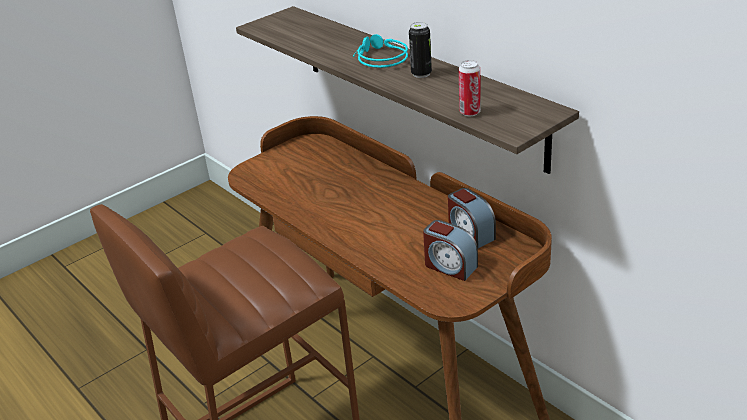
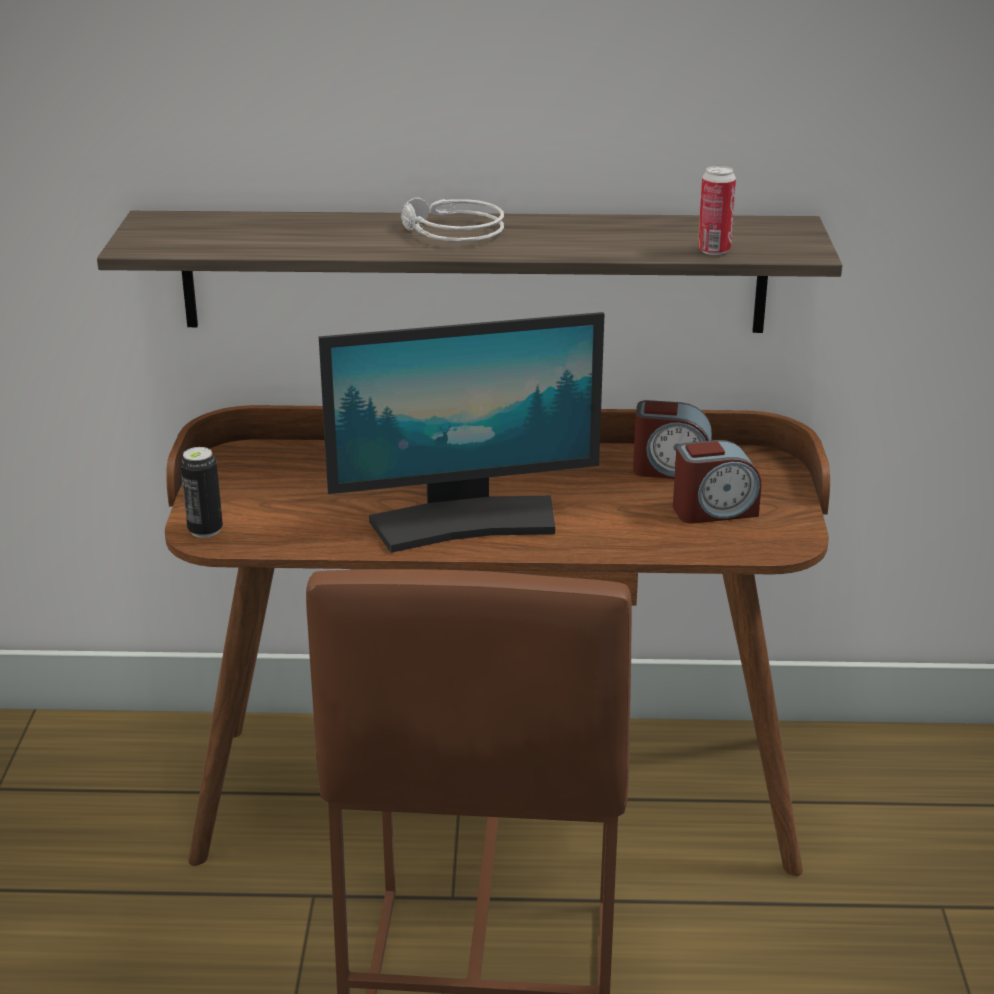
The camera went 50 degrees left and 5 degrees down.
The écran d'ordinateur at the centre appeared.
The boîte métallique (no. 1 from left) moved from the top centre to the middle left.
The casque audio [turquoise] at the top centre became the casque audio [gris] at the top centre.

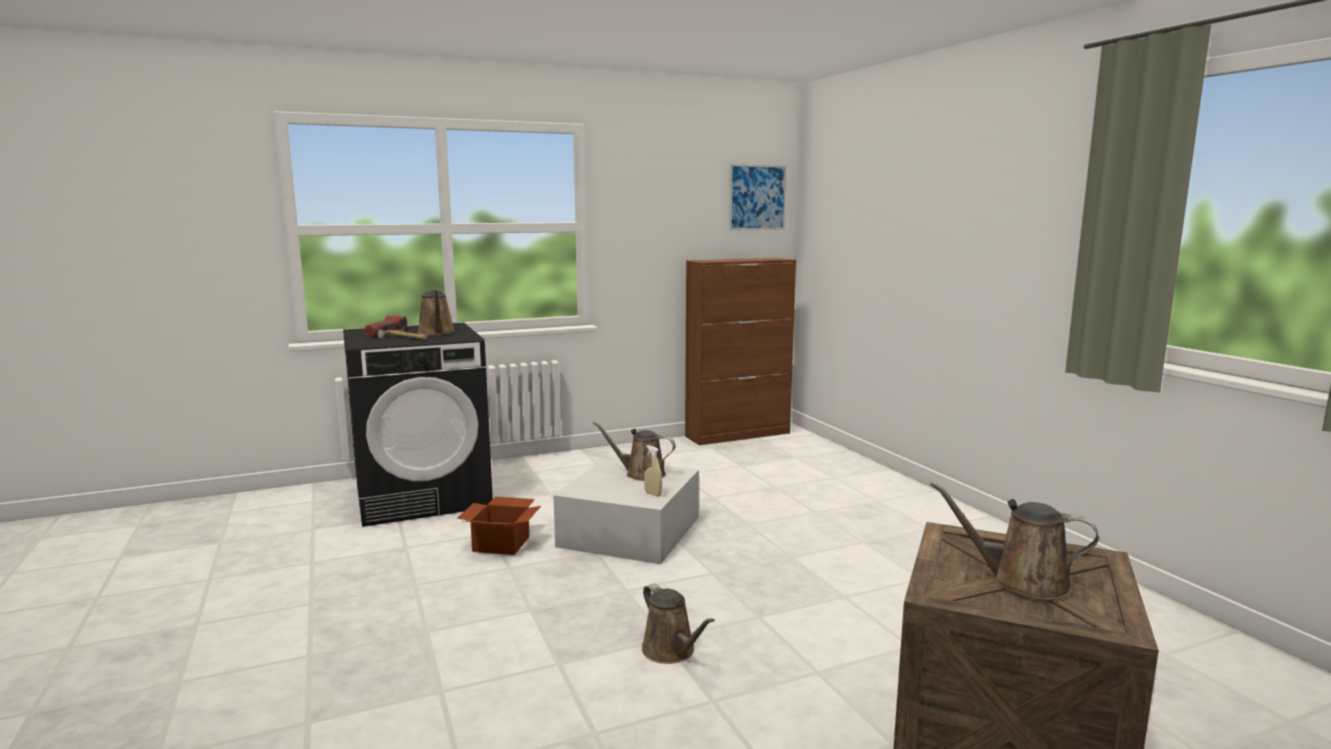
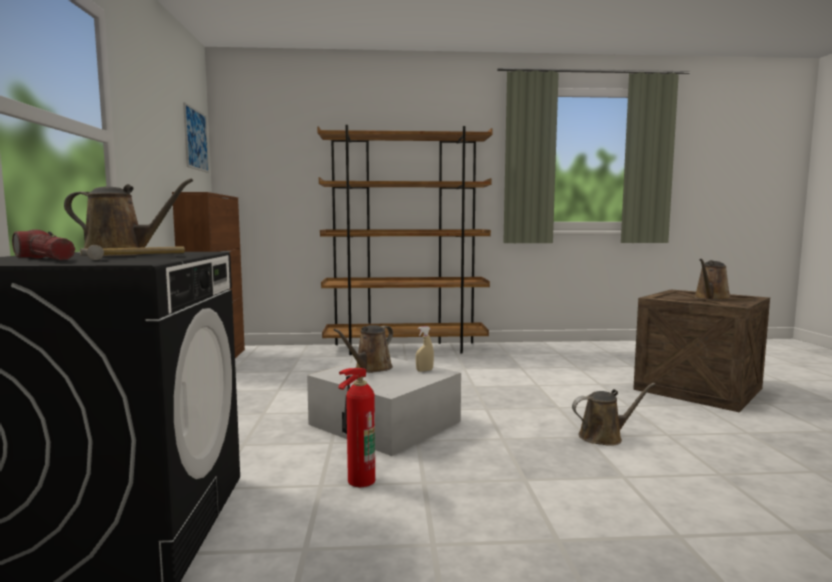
The camera went 70 degrees left and 5 degrees down.
The bibliothèque [marron] at the centre appeared.
The carton at the bottom centre was replaced by the extincteur at the bottom centre.

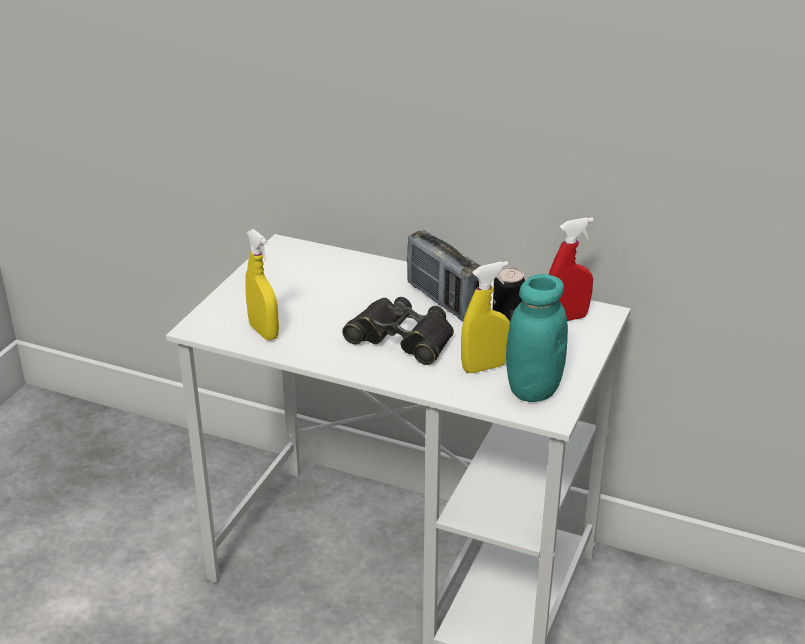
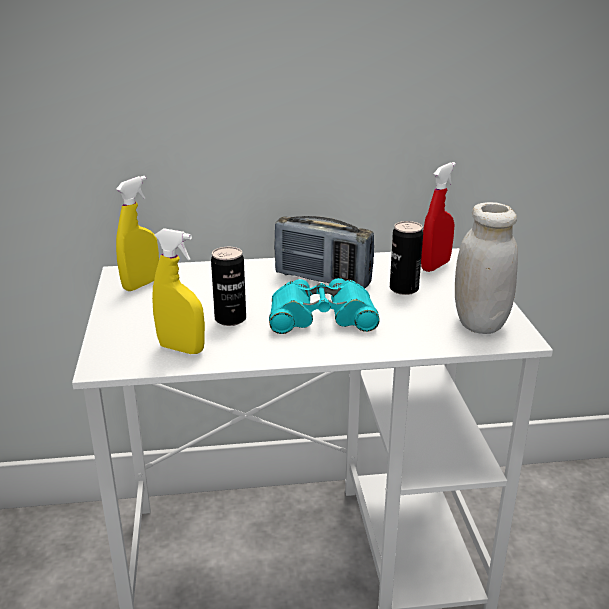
The camera went 30 degrees left and 5 degrees down.
The boîte métallique (no. 1 from left) at the centre appeared.
The vaporisateur [jaune] (no. 2 from left in the first image) moved from the centre to the middle left.
The jumelles [noir] at the centre became the jumelles [turquoise] at the centre.
The bocal [turquoise] at the middle right became the bocal [blanc] at the middle right.

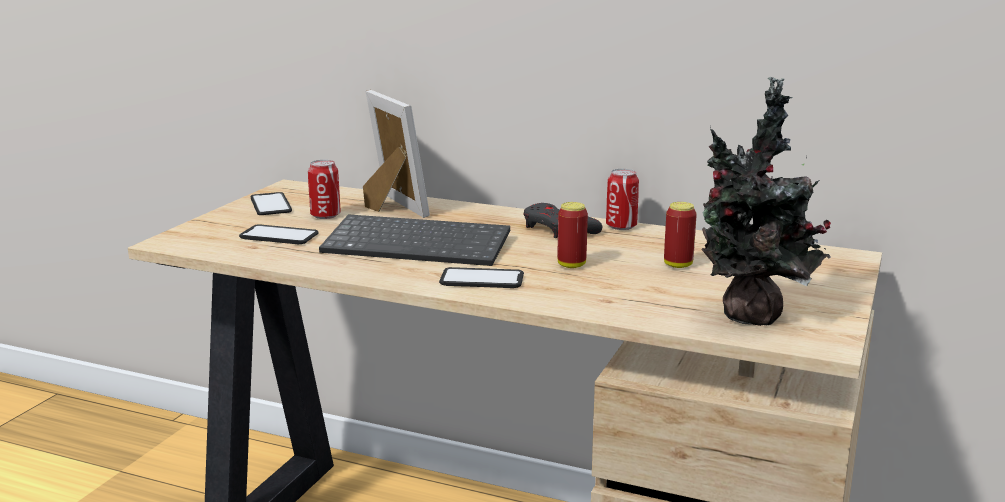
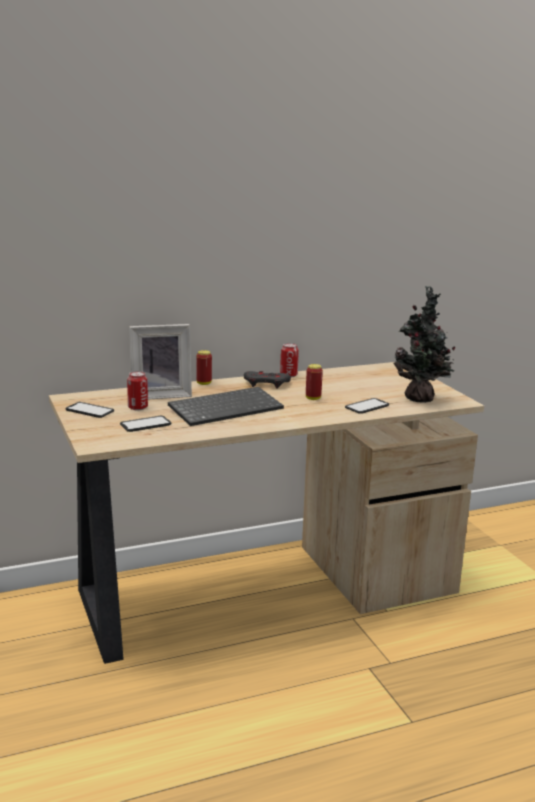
The camera went 45 degrees left and 0 degrees up.
The téléphone (no. 3 from left) moved from the centre to the middle right.
The boîte métallique (no. 4 from left in the first image) moved from the middle right to the centre.
The cadre photo at the top centre turned 150 degrees clockwise.

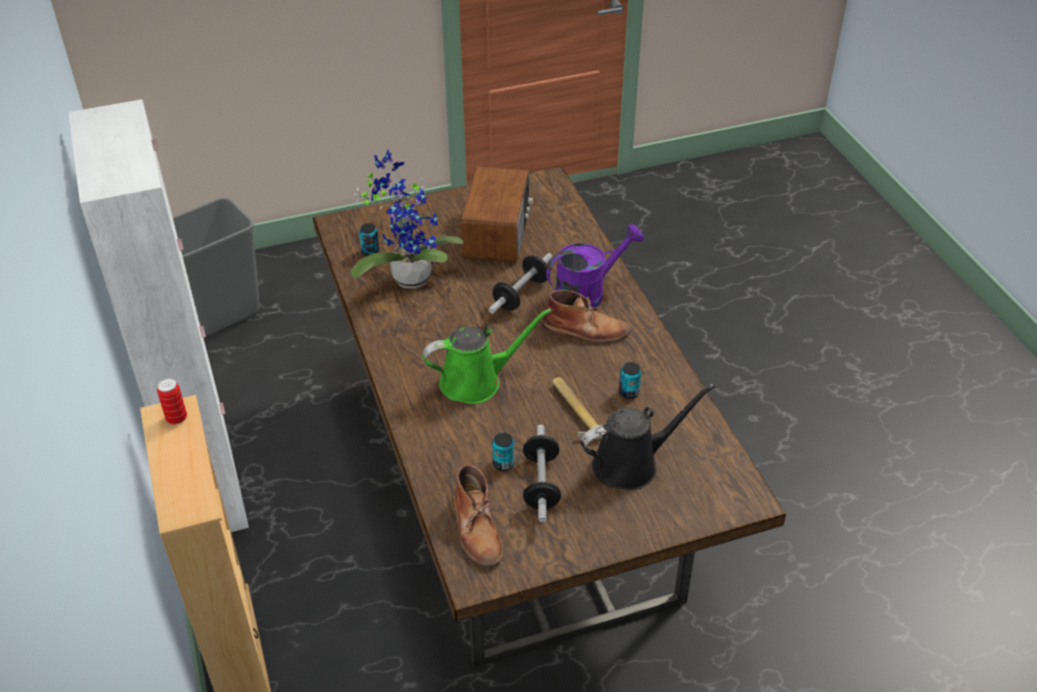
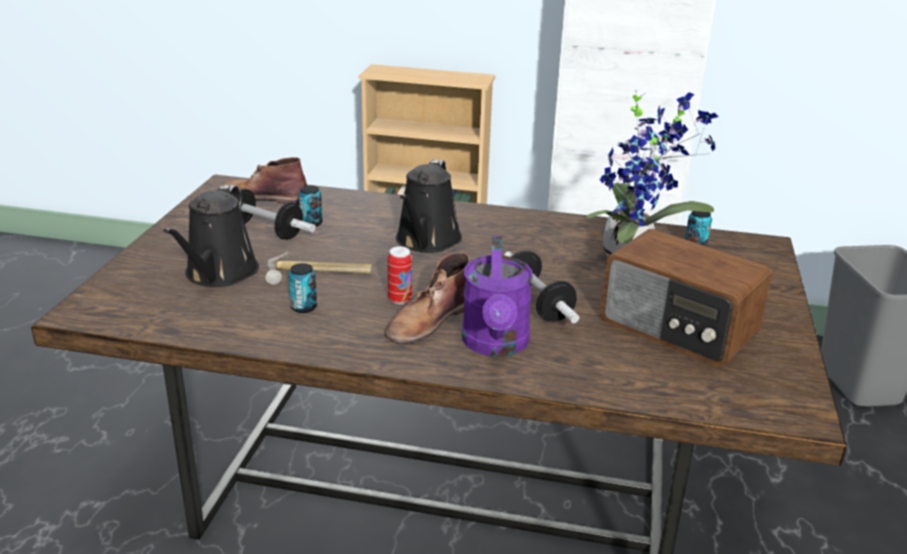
The camera went 120 degrees right and 15 degrees down.
The boîte métallique (no. 1 from left in the first image) moved from the middle left to the centre.
The arrosoir [vert] at the centre became the arrosoir [noir] (no. 2 from left) at the centre.

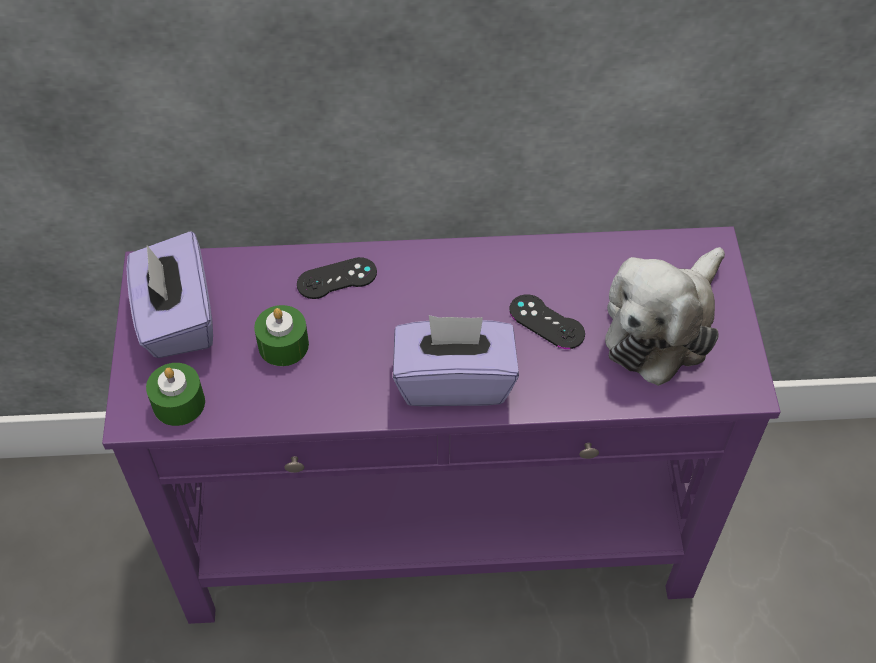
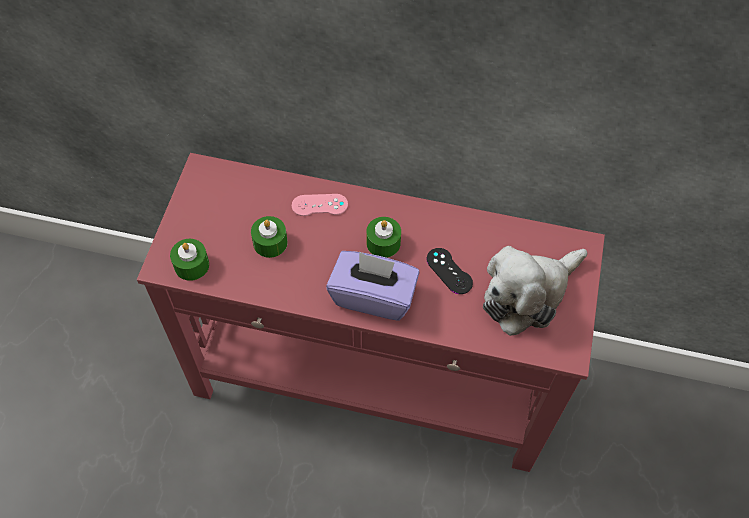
The camera went 15 degrees right and 5 degrees up.
The boîte à mouchoirs [violet] (no. 1 from left) at the middle left disappeared.
The bougie [vert] (no. 3 from left) at the centre appeared.
The table console [violet] at the centre became the table console [rouge] at the centre.
The manette [noir] (no. 1 from left) at the centre became the manette [rose] at the centre.

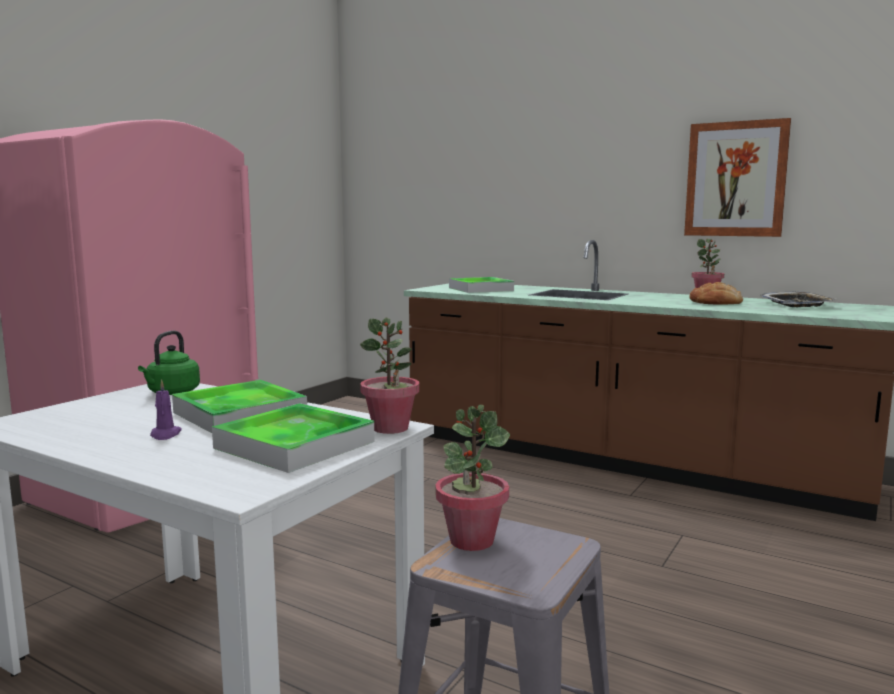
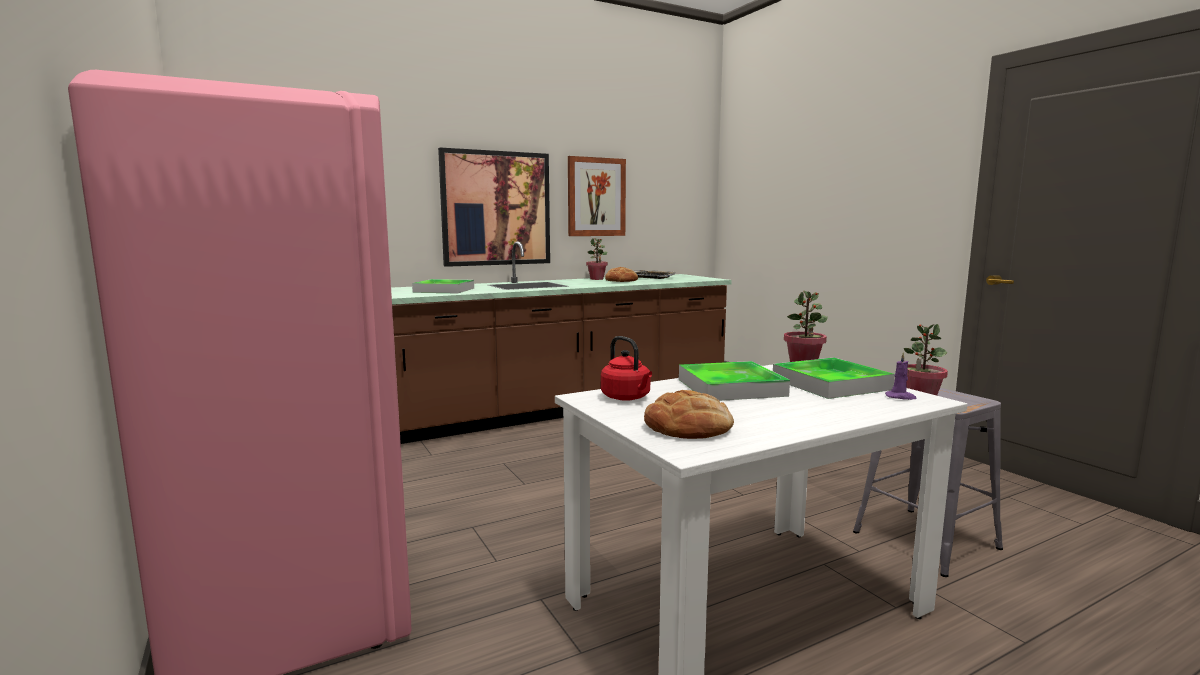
The camera went 60 degrees left and 0 degrees up.
The tableau (no. 1 from left) at the top centre appeared.
The pain (no. 2 from left) at the centre appeared.
The bougie [violet] moved from the middle left to the middle right.
The bouilloire [vert] at the middle left became the bouilloire [rouge] at the centre.

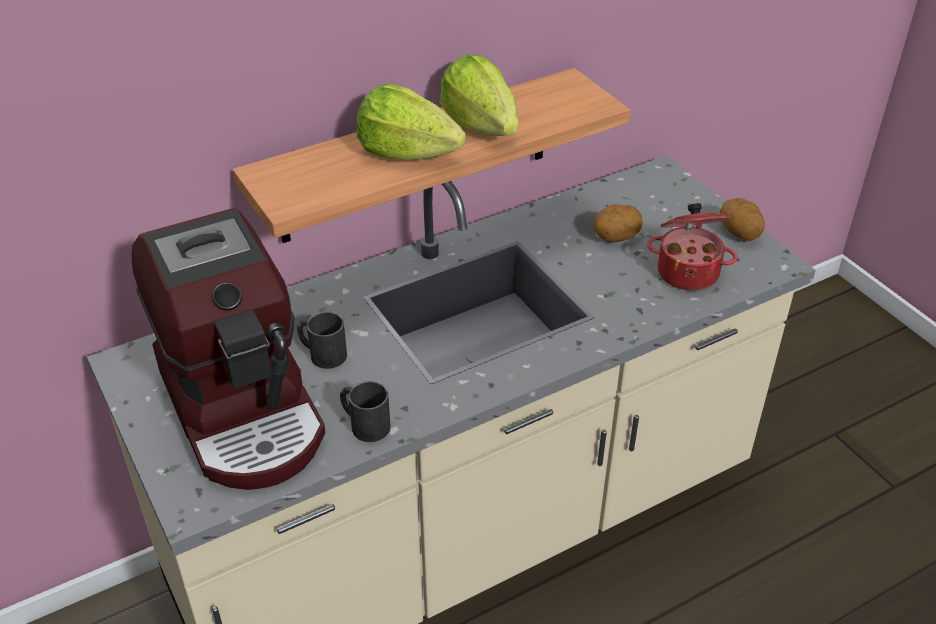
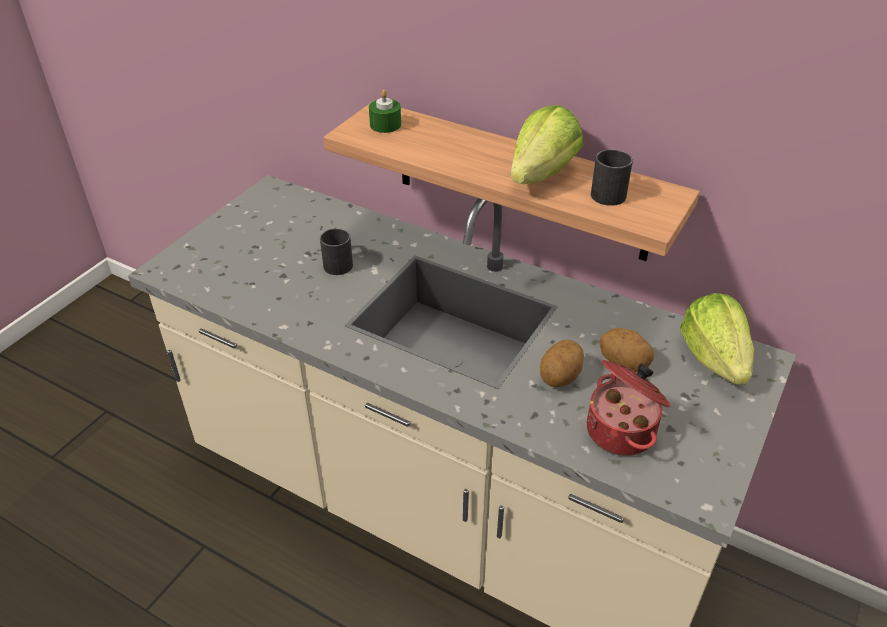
The camera went 60 degrees right and 0 degrees up.
The machine à café at the middle left disappeared.
The bougie [vert] at the top centre appeared.
The mug [noir] (no. 2 from left) moved from the centre to the top right.
The laitue (no. 1 from left in the first image) moved from the top centre to the middle right.
The pomme de terre (no. 2 from left in the first image) moved from the middle right to the centre.

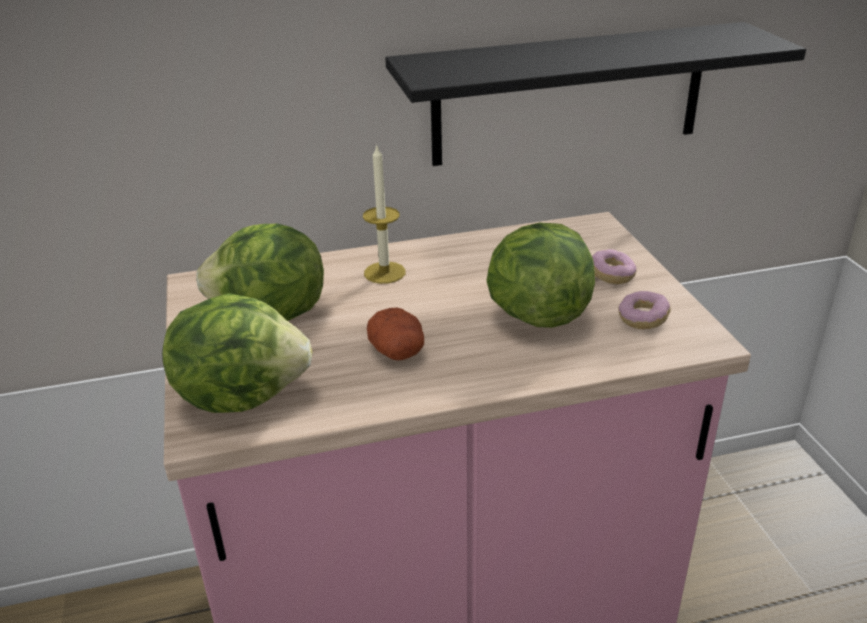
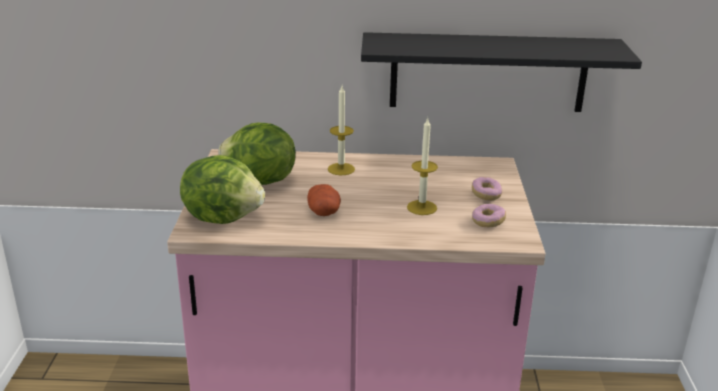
The camera went 15 degrees right and 5 degrees down.
The laitue (no. 3 from left) at the centre was replaced by the bougie (no. 2 from left) at the centre.

